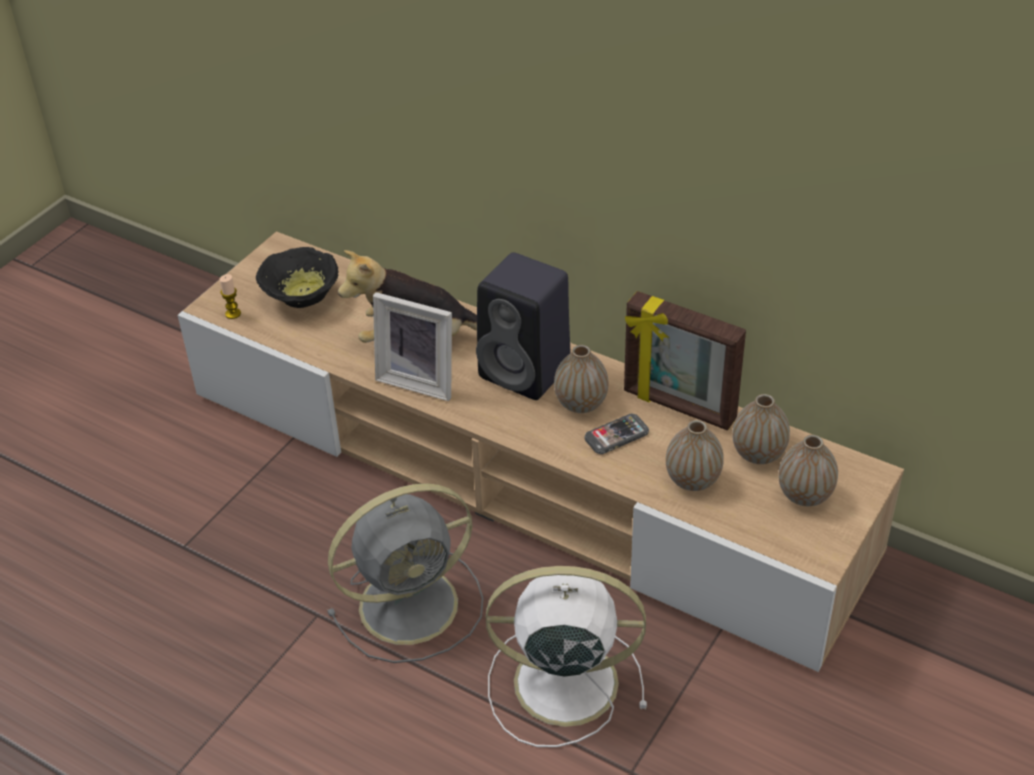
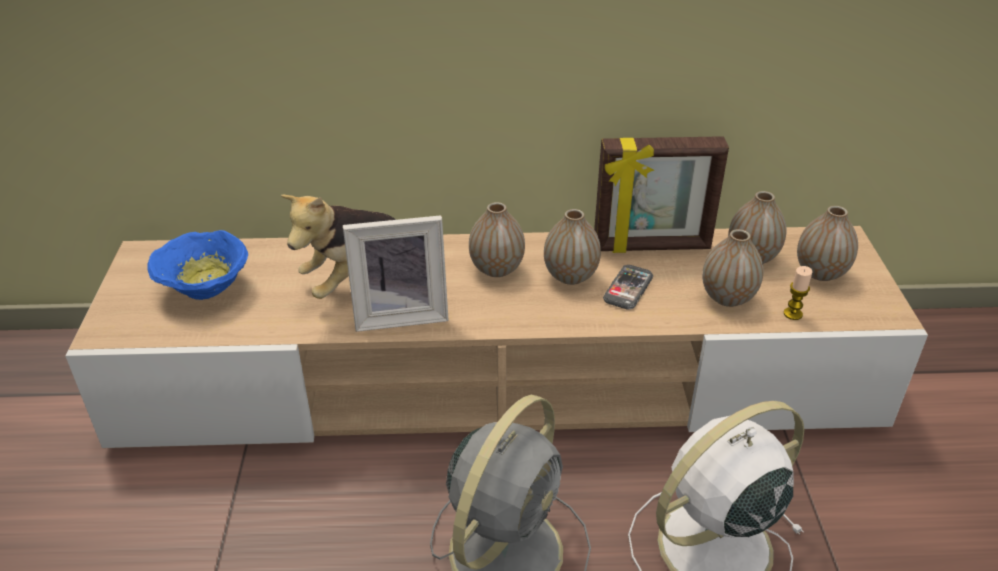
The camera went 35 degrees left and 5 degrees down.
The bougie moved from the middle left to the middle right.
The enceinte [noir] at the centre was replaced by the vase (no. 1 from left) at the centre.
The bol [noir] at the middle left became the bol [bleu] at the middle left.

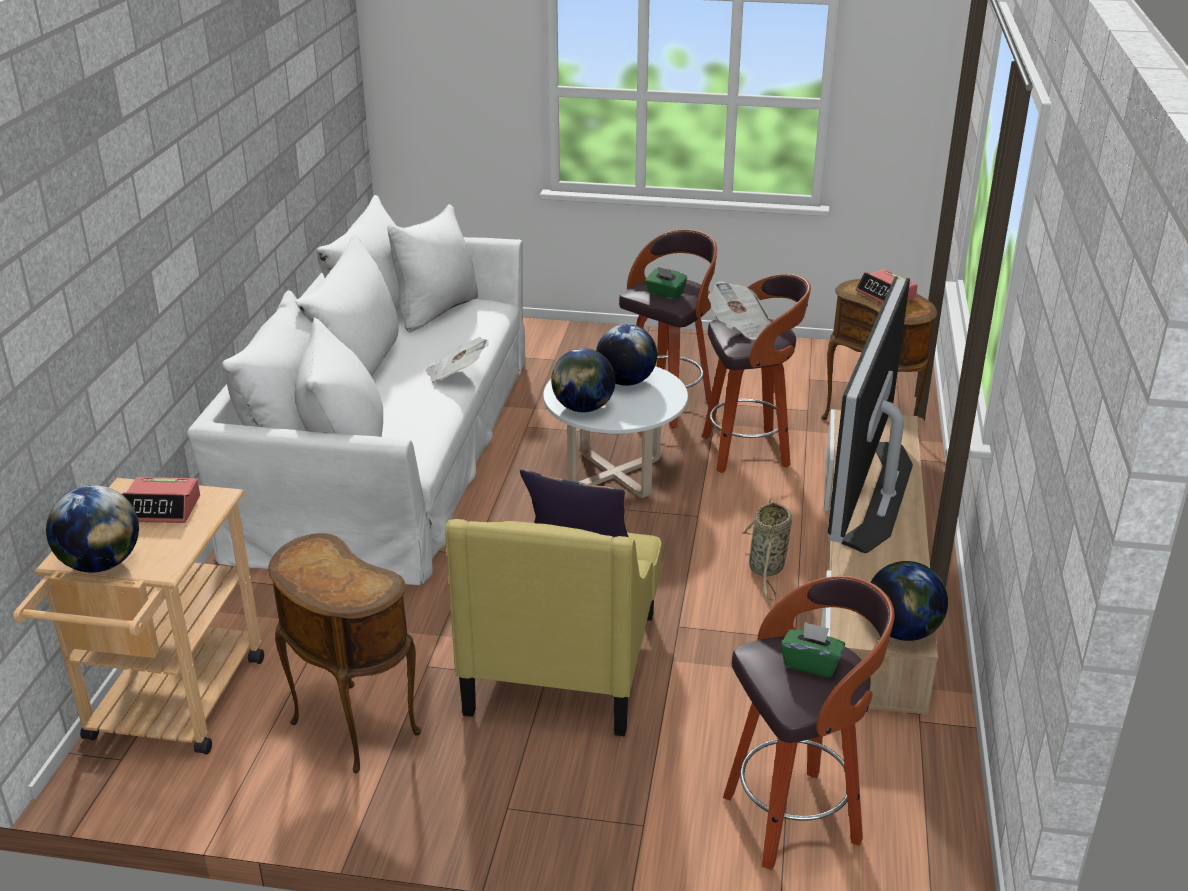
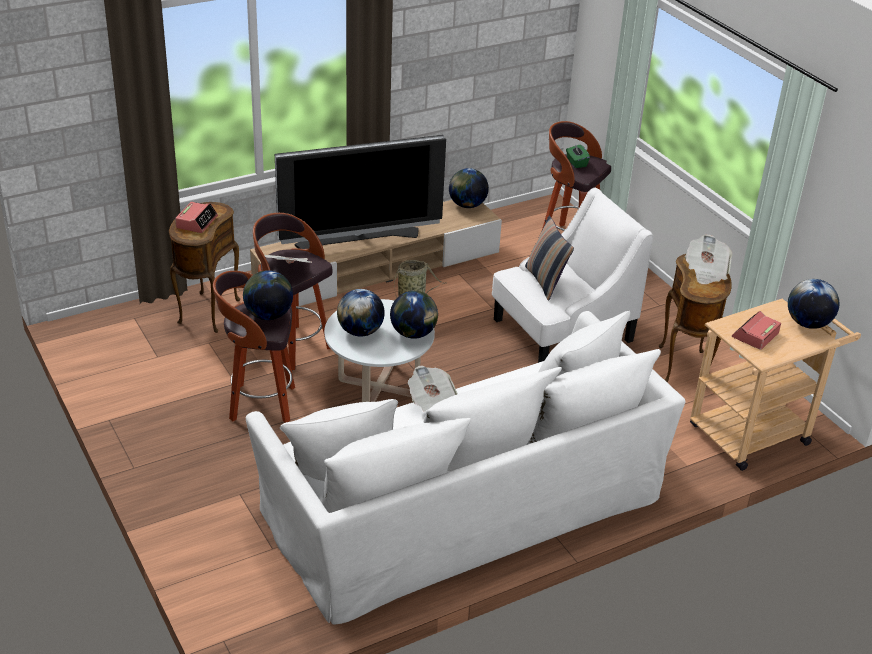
The camera went 130 degrees left and 5 degrees up.
The journal (no. 3 from left) at the middle right appeared.
The boîte à mouchoirs [vert] (no. 1 from left) at the top centre was replaced by the globe (no. 1 from left) at the middle left.
The fauteuil [jaune] at the bottom centre became the fauteuil [blanc] at the centre.
The réveil (no. 1 from left in the first image) at the middle left turned 105 degrees counterclockwise.

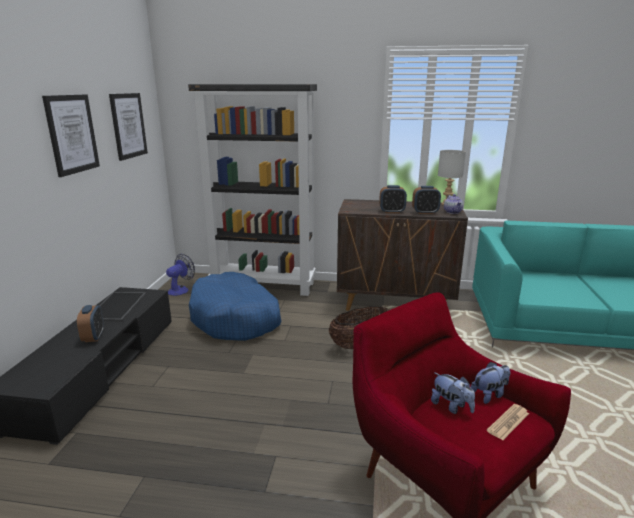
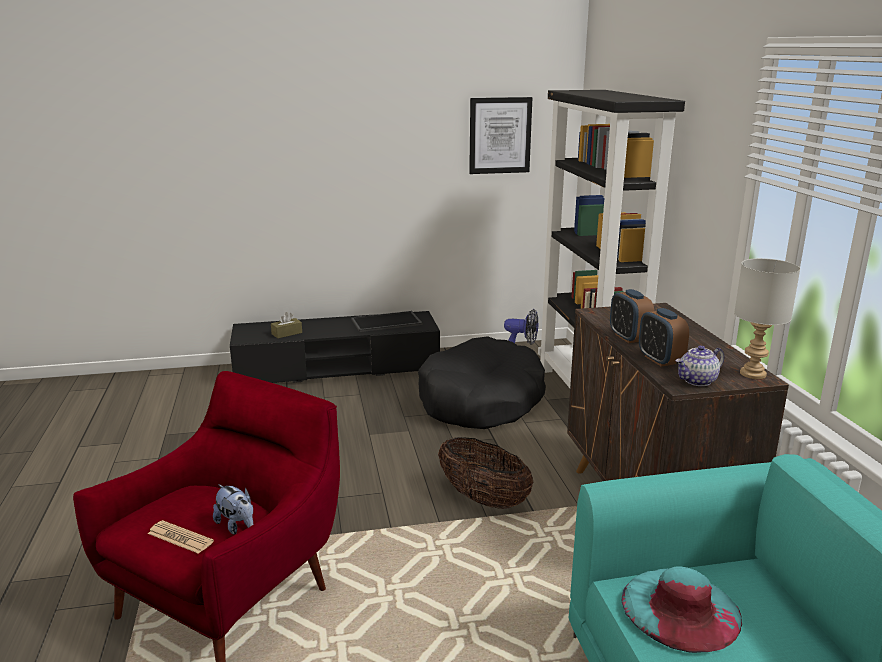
The camera went 70 degrees right and 0 degrees up.
The tableau (no. 1 from left) at the top left disappeared.
The réveil (no. 1 from left) at the middle left disappeared.
The peluche (no. 1 from left) at the bottom right disappeared.
The boîte à mouchoirs [marron] at the middle left appeared.
The chapeau [turquoise] at the bottom right appeared.
The panier pour chien [bleu] at the centre became the panier pour chien [noir] at the centre.

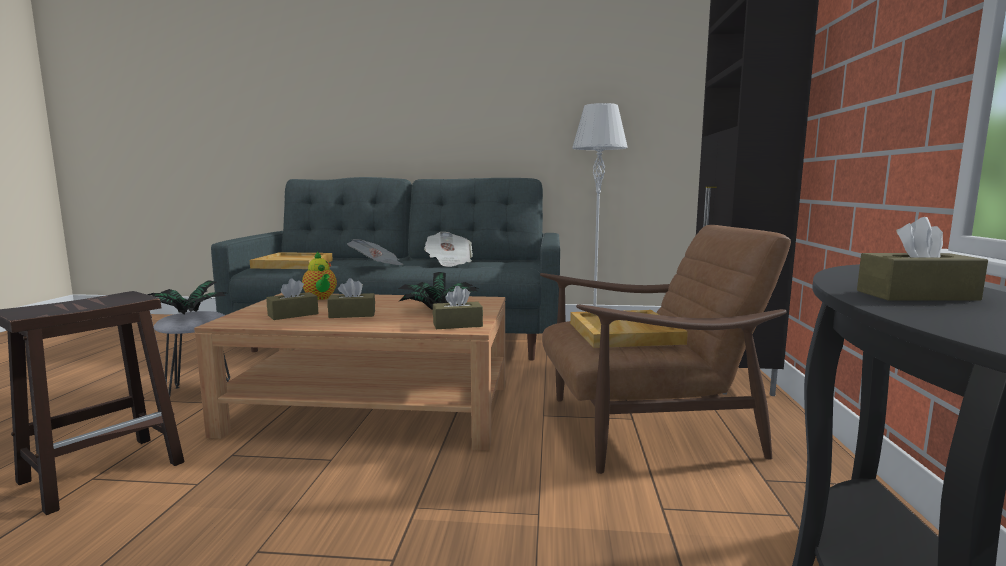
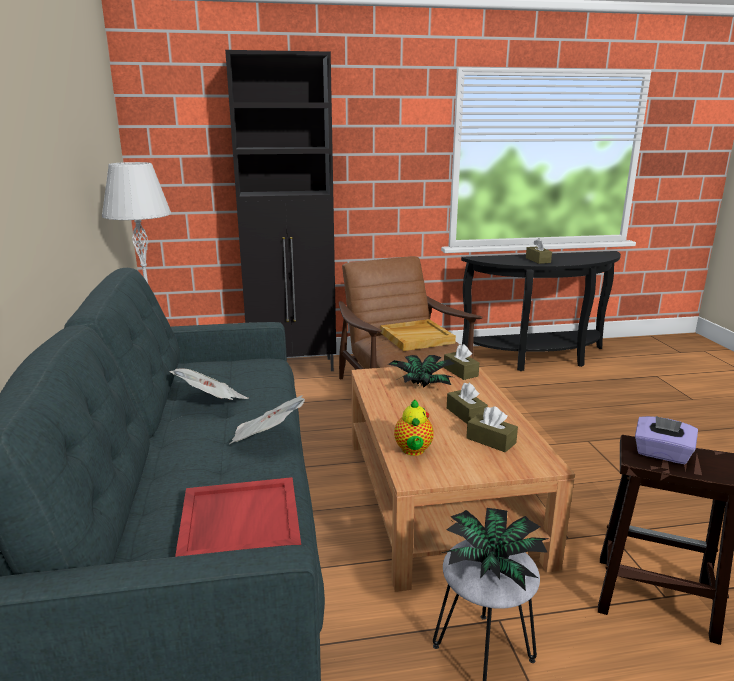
The camera went 105 degrees left and 10 degrees up.
The boîte à mouchoirs [violet] at the middle right appeared.
The plateau [beige] (no. 1 from left) at the middle left became the plateau [rouge] at the bottom left.
The théière at the middle left turned 135 degrees clockwise.

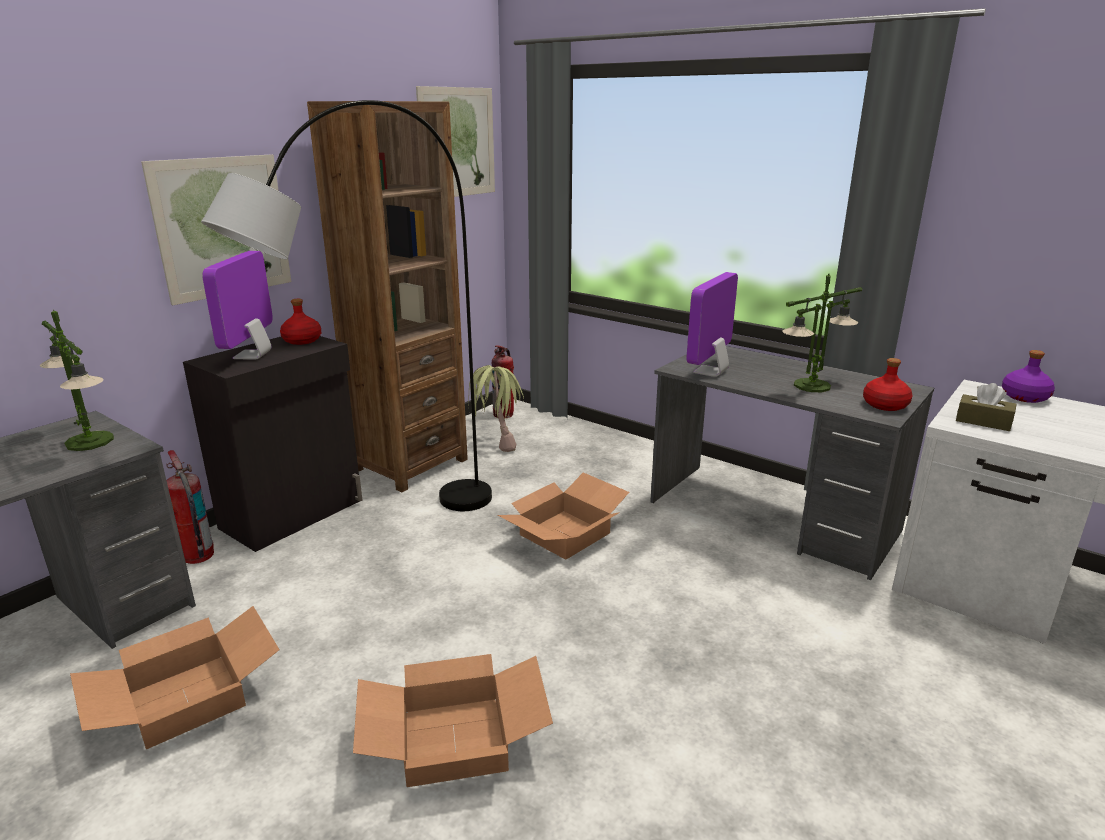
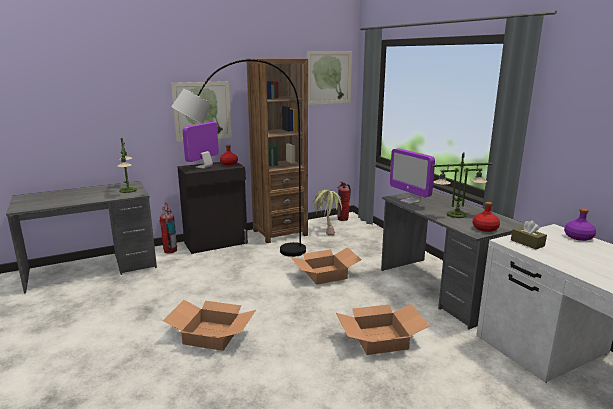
The camera went 25 degrees right and 5 degrees down.
The carton (no. 1 from left in the first image) moved from the bottom left to the bottom centre.
The écran d'ordinateur (no. 2 from left) at the centre turned 90 degrees counterclockwise.

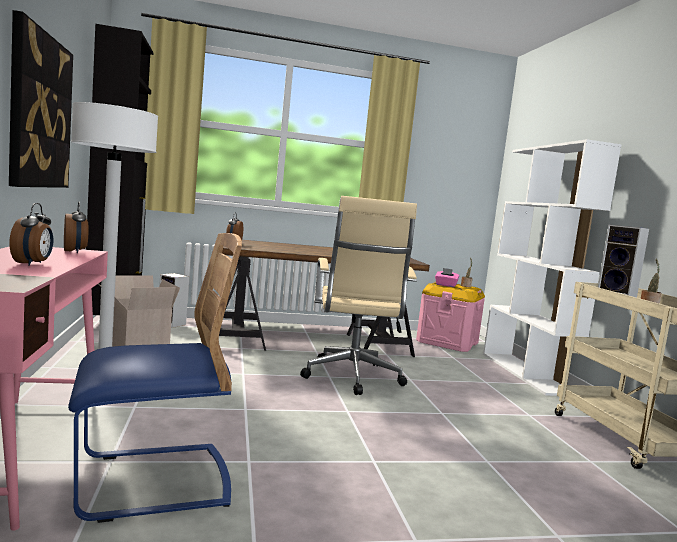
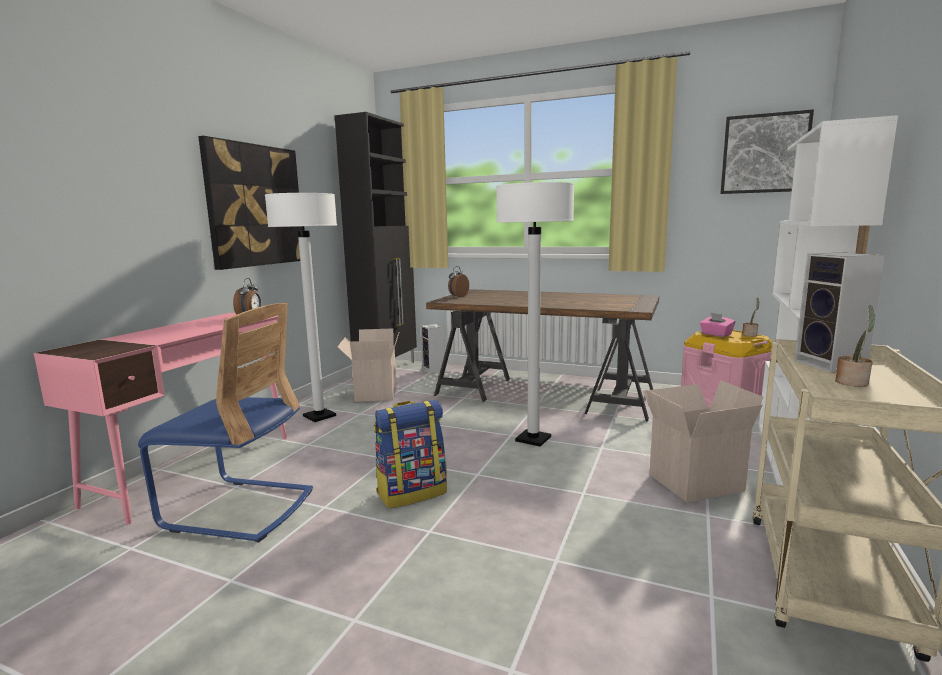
The camera went 35 degrees right and 5 degrees up.
The réveil (no. 1 from left) at the middle left disappeared.
The sac à dos at the bottom centre appeared.
The carton (no. 2 from left) at the middle right appeared.
The tableau (no. 2 from left) at the top right appeared.
The chaise de bureau [beige] at the centre was replaced by the lampadaire [blanc] (no. 2 from left) at the centre.

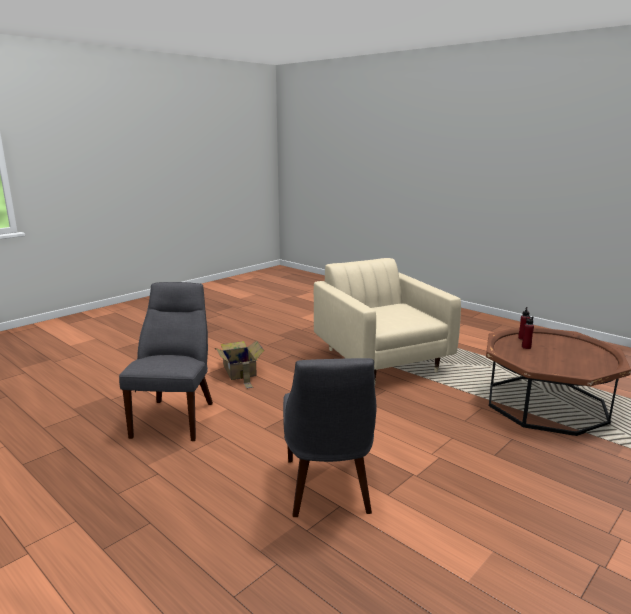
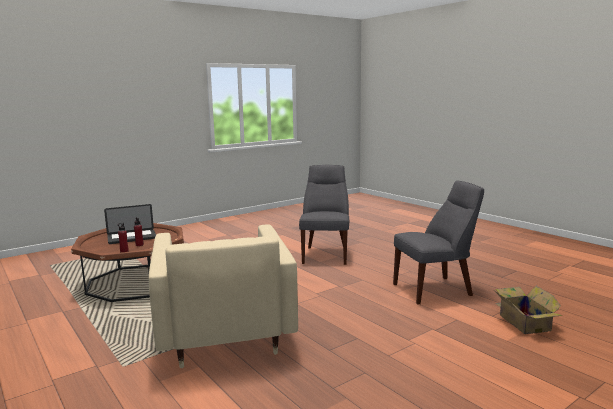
The camera went 170 degrees left and 5 degrees down.
The ordinateur portable at the middle left appeared.
The carton moved from the centre to the bottom right.
The chaise [gris] (no. 1 from left in the first image) at the middle left turned 120 degrees counterclockwise.

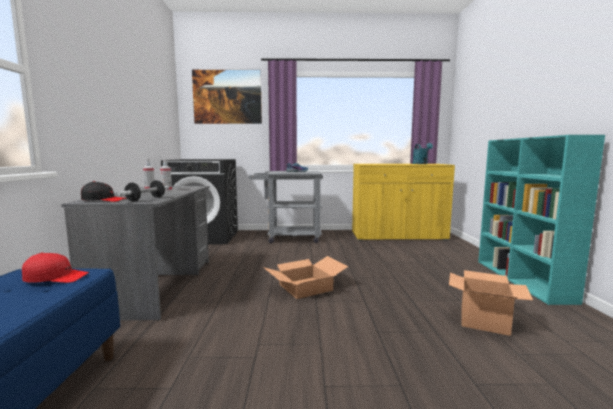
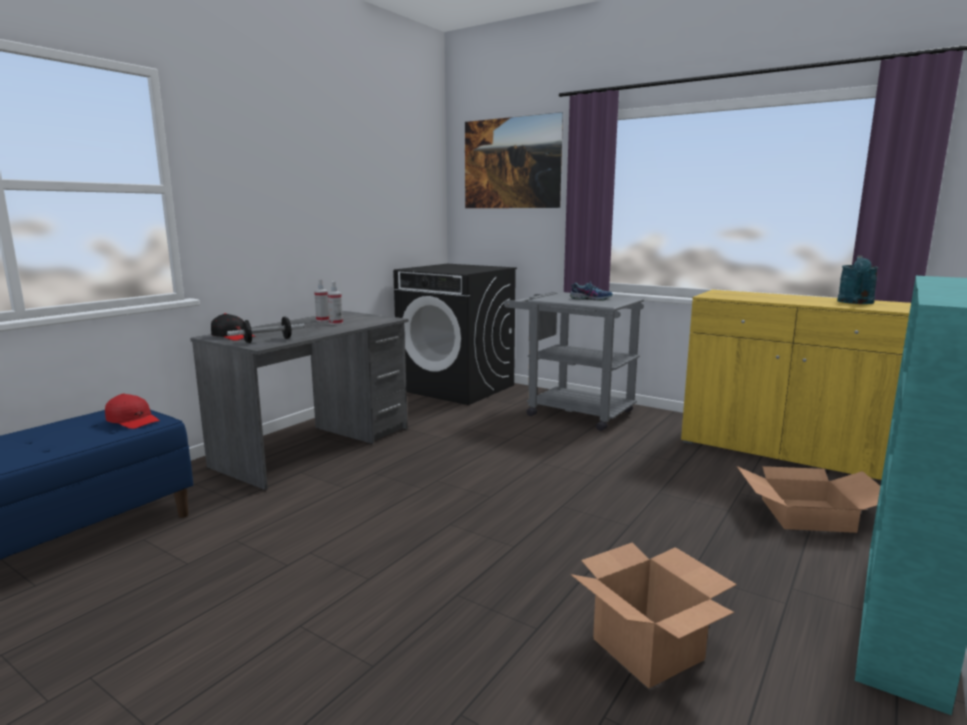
The camera went 35 degrees right and 5 degrees up.
The carton (no. 1 from left in the first image) moved from the bottom centre to the bottom right.

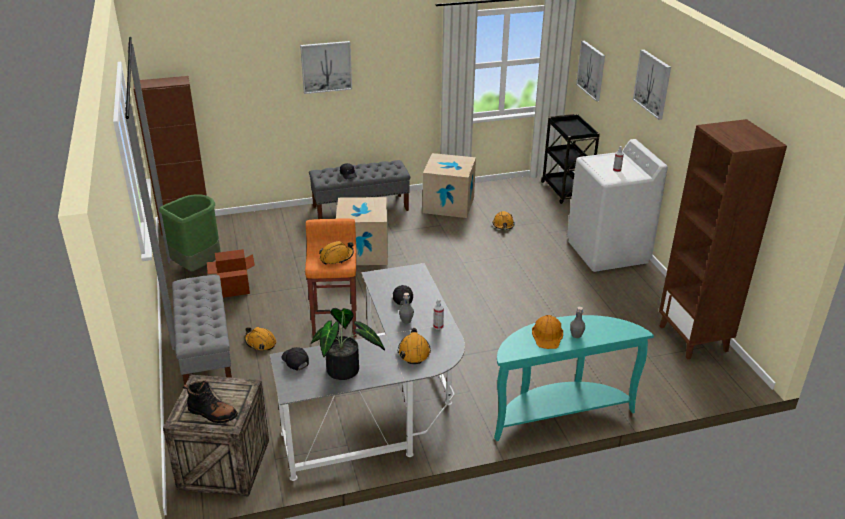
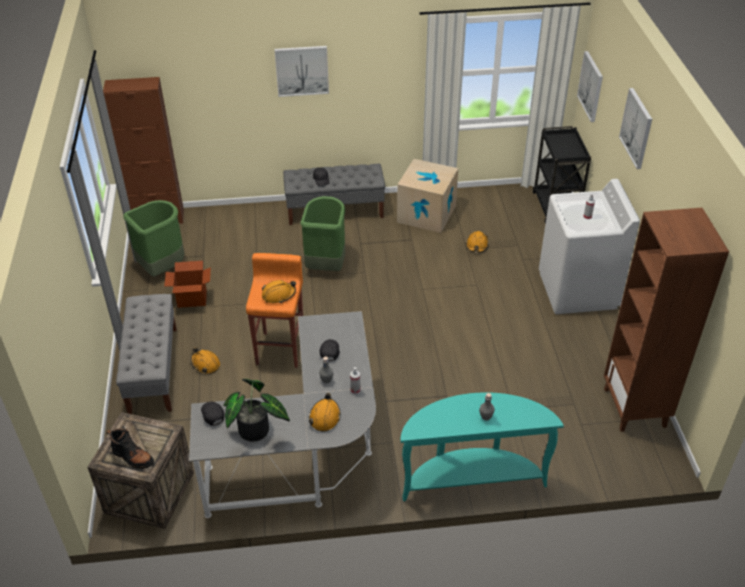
The camera went 10 degrees right and 10 degrees up.
The casque de chantier [orange] (no. 5 from left) at the centre disappeared.
The carton (no. 2 from left) at the centre was replaced by the poubelle [vert] (no. 2 from left) at the centre.

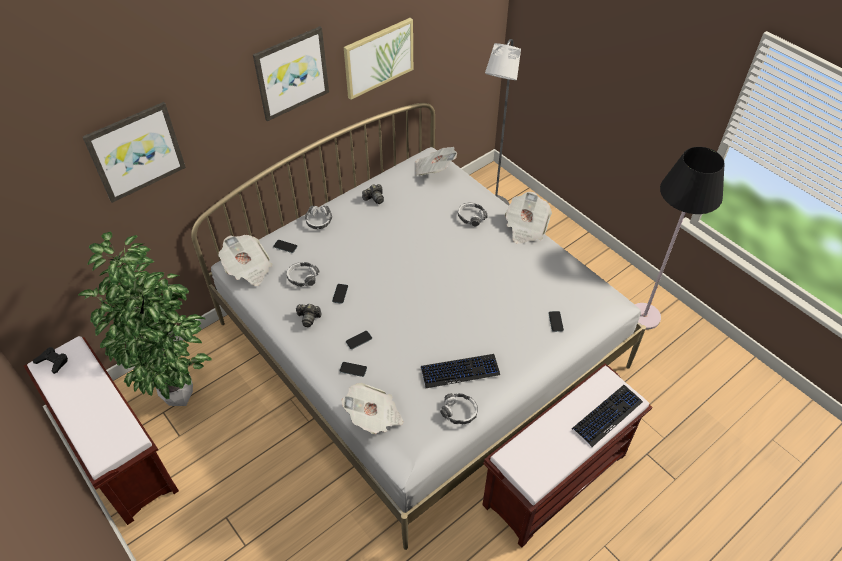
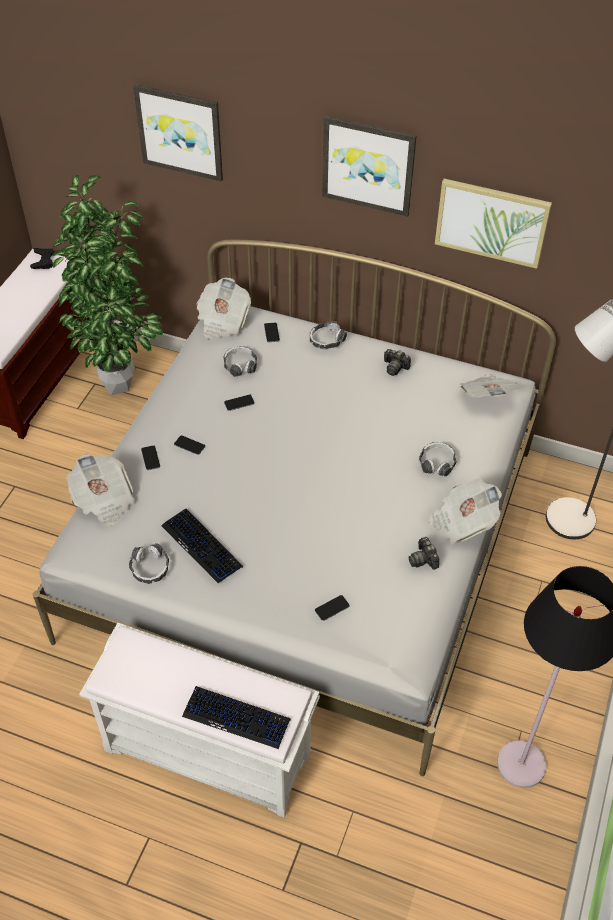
The camera went 60 degrees right and 0 degrees up.
The appareil photo (no. 1 from left in the first image) moved from the centre to the middle right.
The banc [marron] (no. 2 from left) at the bottom right became the banc [blanc] at the bottom left.

